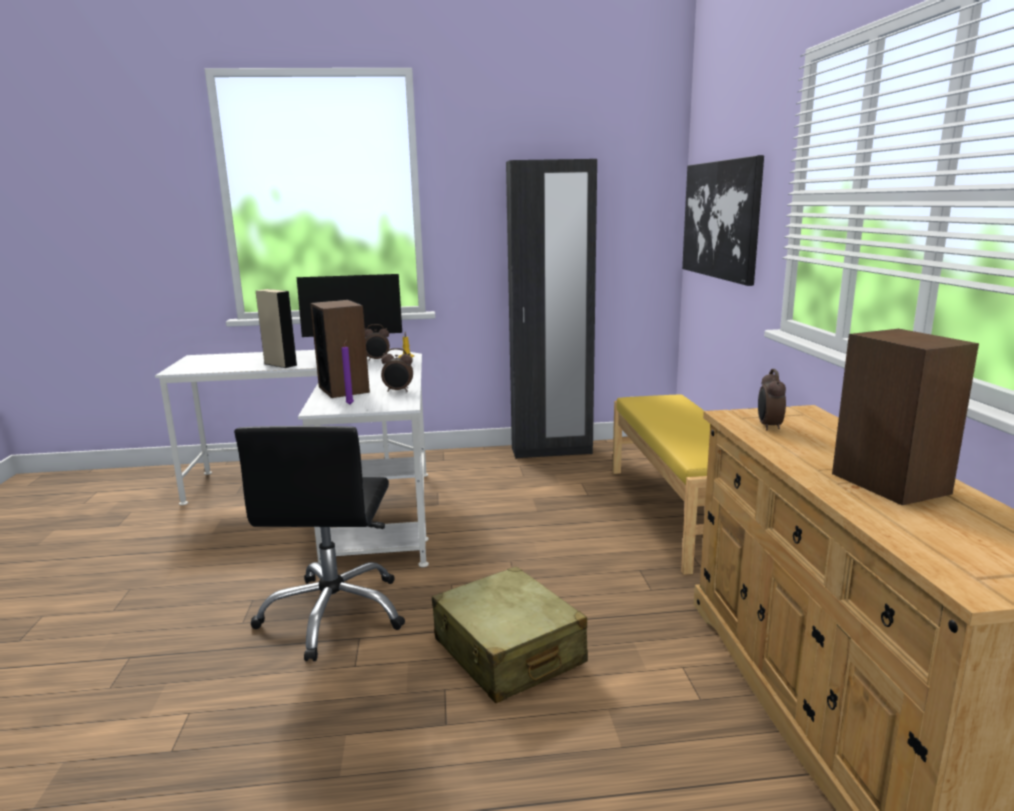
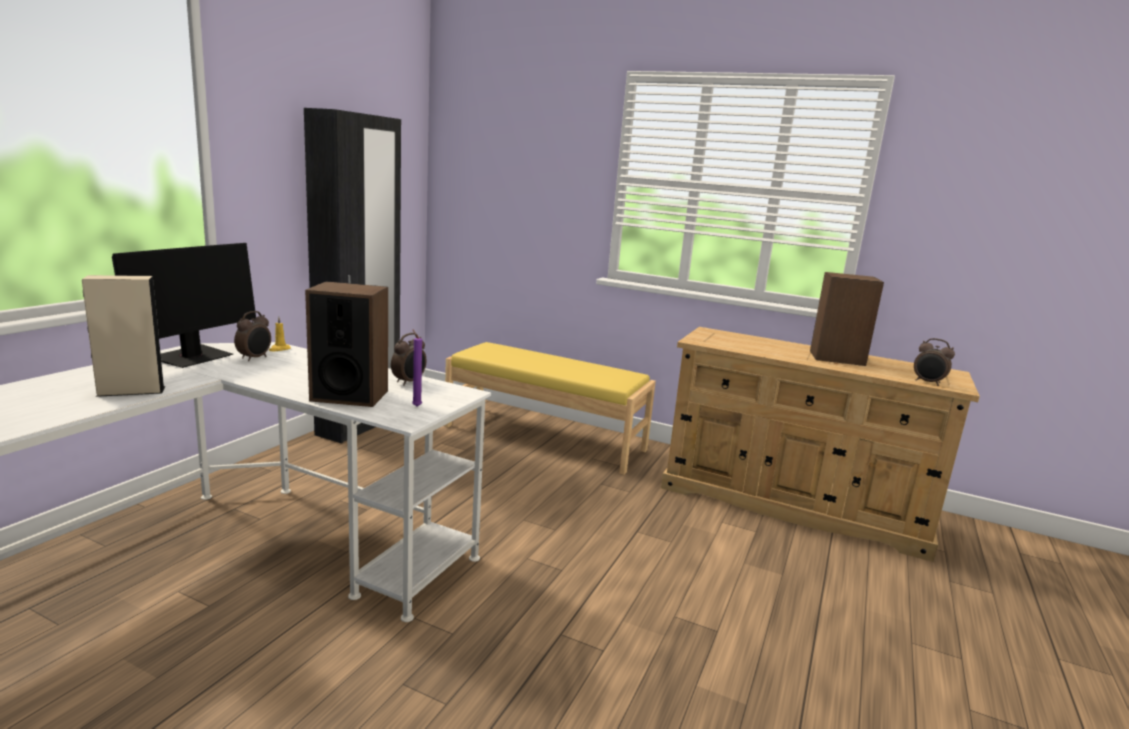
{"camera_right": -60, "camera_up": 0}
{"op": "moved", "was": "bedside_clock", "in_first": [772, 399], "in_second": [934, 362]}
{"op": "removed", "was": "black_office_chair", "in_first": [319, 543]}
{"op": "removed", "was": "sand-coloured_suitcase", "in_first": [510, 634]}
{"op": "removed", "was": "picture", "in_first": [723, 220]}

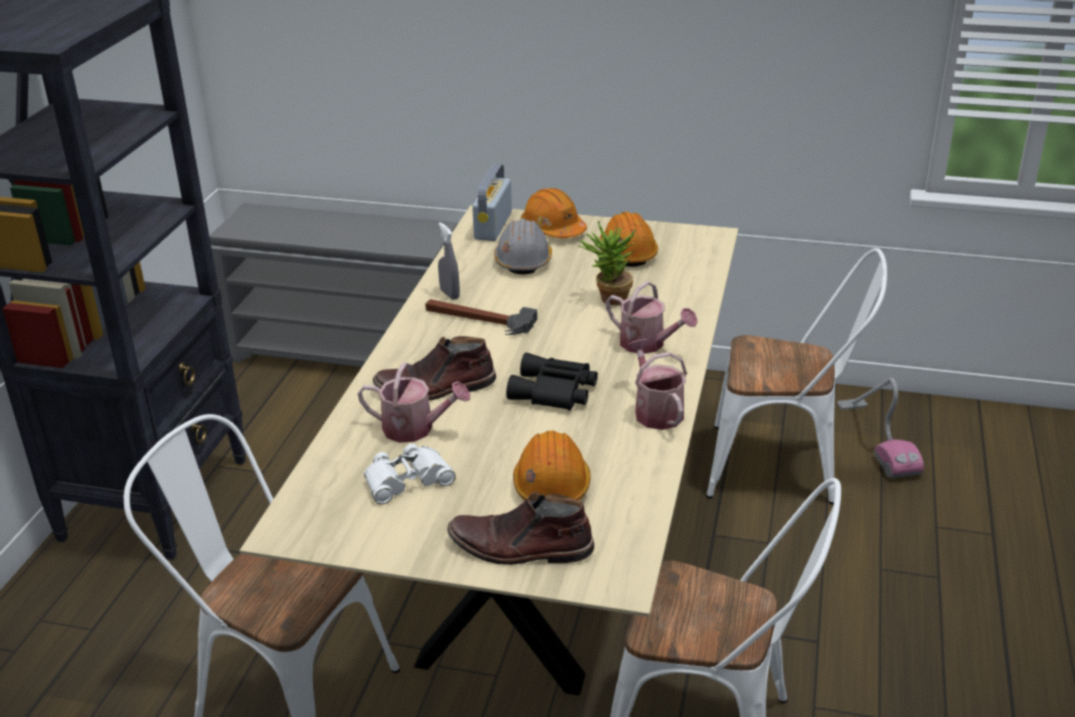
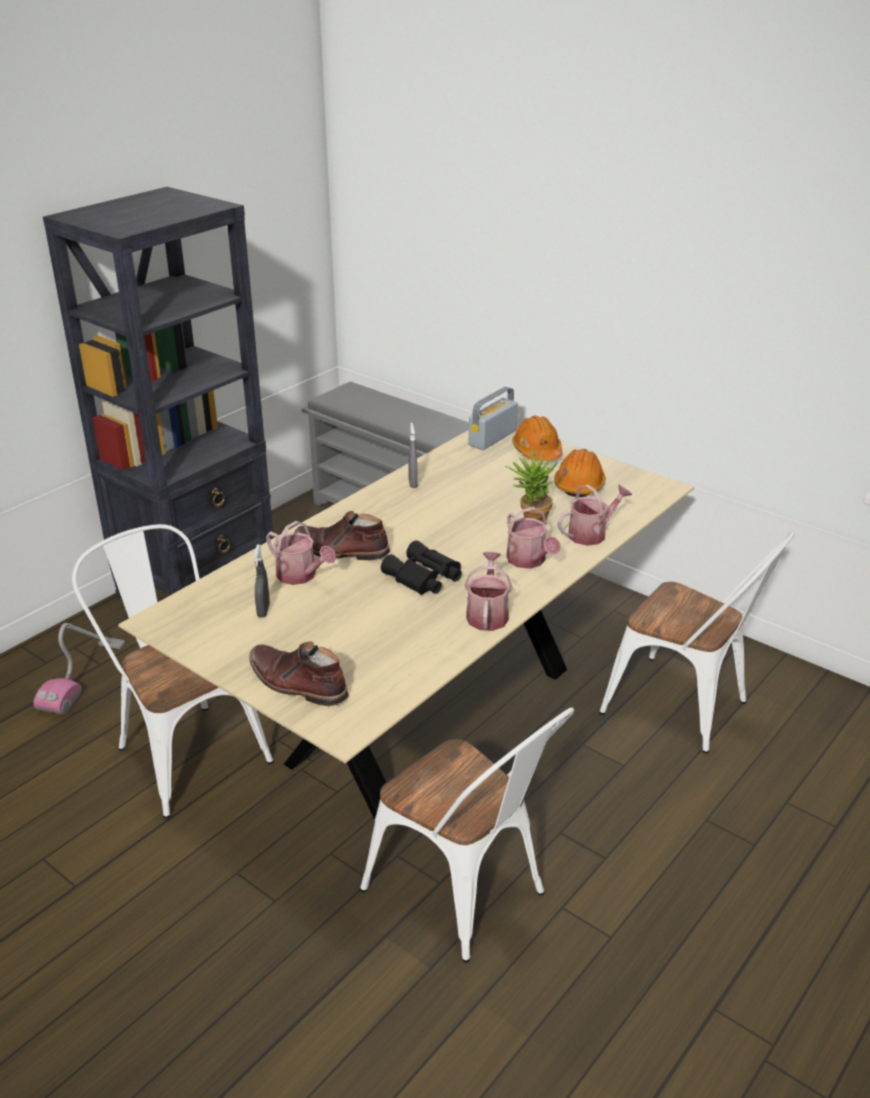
{"camera_right": 25, "camera_up": 0}
{"op": "moved", "was": "vacuum", "in_first": [880, 428], "in_second": [79, 669]}
{"op": "replaced", "was": "white_field_glasses", "now": "gray_sprayer", "in_first": [410, 474], "in_second": [262, 581]}
{"op": "added", "now": "sprinkling_can", "in_second": [595, 515]}
{"op": "removed", "was": "hand_hammer", "in_first": [481, 317]}
{"op": "removed", "was": "gray_work_helmet", "in_first": [523, 247]}
{"op": "removed", "was": "orange_work_helmet", "in_first": [552, 466]}

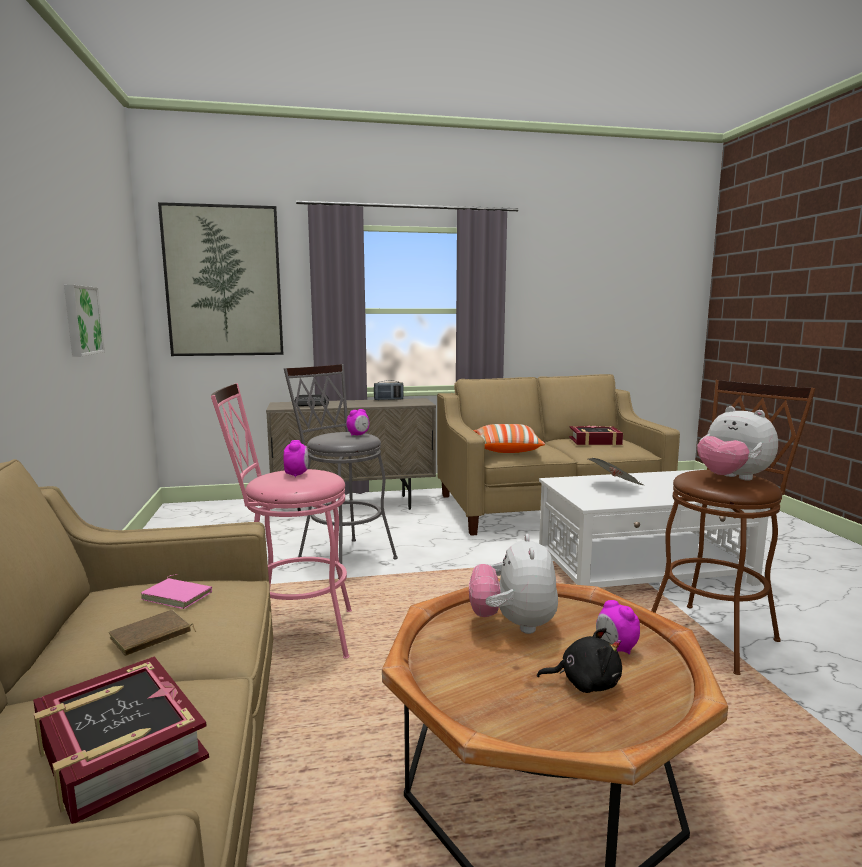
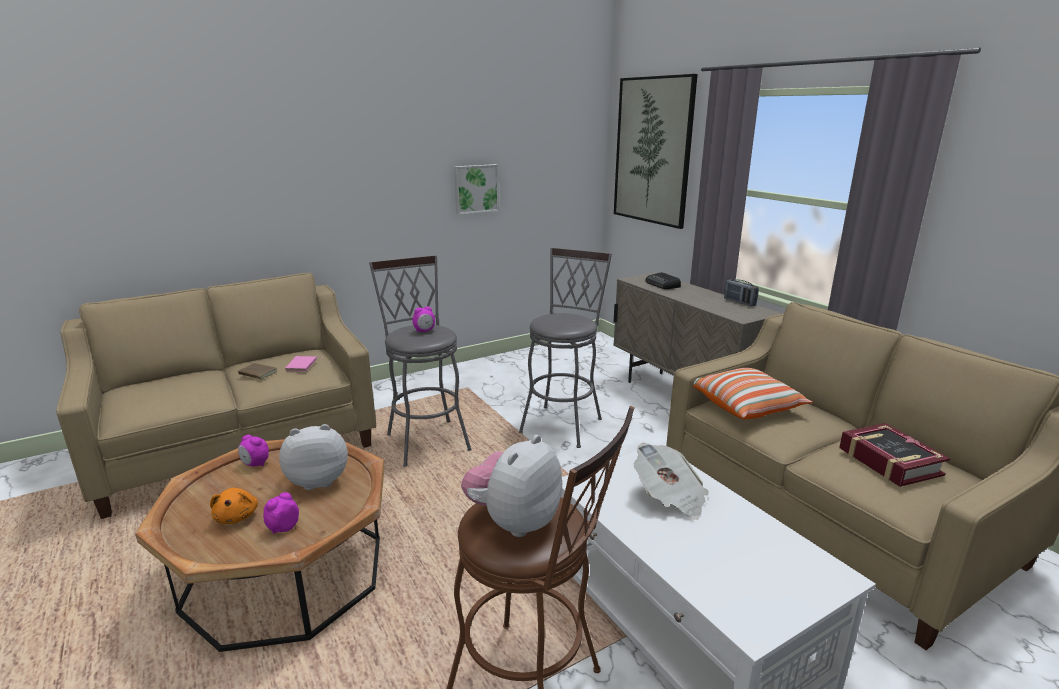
{"camera_right": 70, "camera_up": 10}
{"op": "recoloured", "was": "black_plush_toy", "now": "orange_plush_toy", "in_first": [579, 660], "in_second": [234, 506]}
{"op": "moved", "was": "bedside_clock", "in_first": [358, 422], "in_second": [253, 450]}
{"op": "recoloured", "was": "pink-coloured_sitting_stool", "now": "gray_sitting_stool", "in_first": [281, 521], "in_second": [420, 361]}
{"op": "removed", "was": "volume", "in_first": [121, 740]}

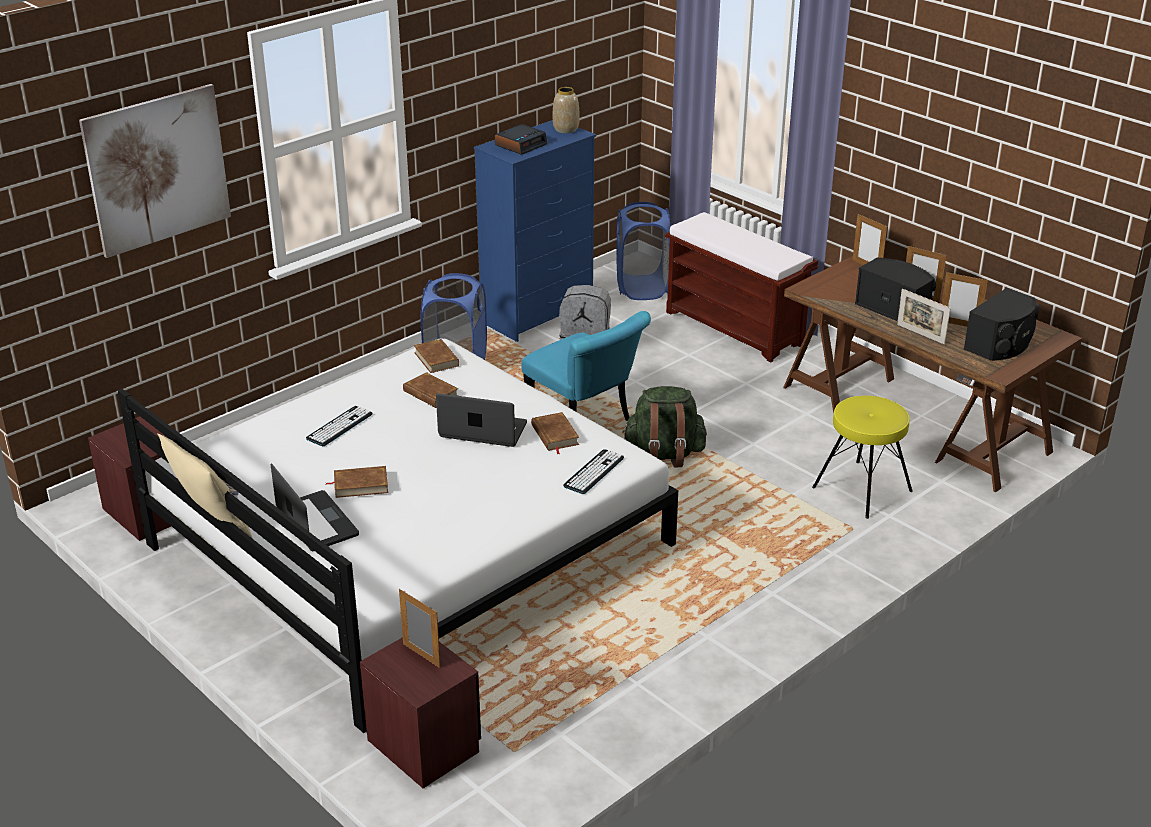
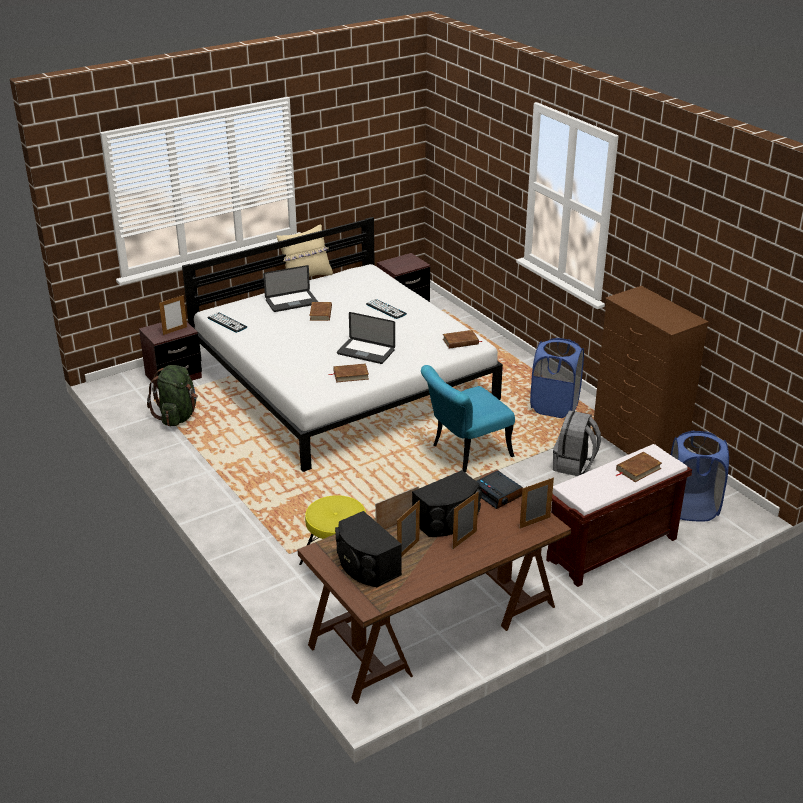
{"camera_right": 100, "camera_up": 0}
{"op": "moved", "was": "greenish_rucksack", "in_first": [664, 427], "in_second": [172, 395]}
{"op": "moved", "was": "keyboard", "in_first": [593, 471], "in_second": [227, 322]}
{"op": "turned", "was": "notebook_computer", "in_first": [481, 420], "in_second": [366, 338], "clockwise": 90}
{"op": "moved", "was": "bedside_clock", "in_first": [521, 139], "in_second": [500, 490]}
{"op": "recoloured", "was": "bluish_chest_of_drawers", "now": "brownish_chest_of_drawers", "in_first": [535, 231], "in_second": [651, 370]}
{"op": "moved", "was": "brownish_volume", "in_first": [430, 390], "in_second": [639, 467]}
{"op": "removed", "was": "picture", "in_first": [155, 171]}
{"op": "removed", "was": "flower_vase", "in_first": [566, 110]}

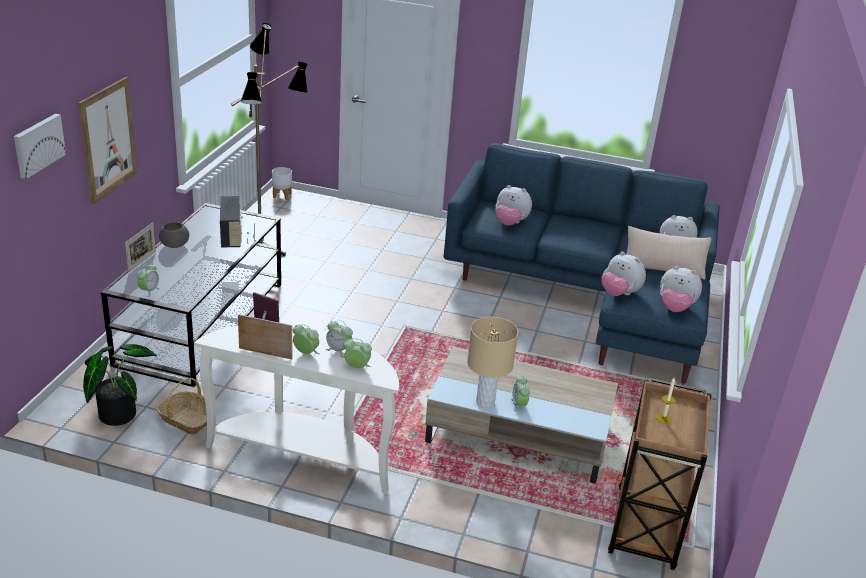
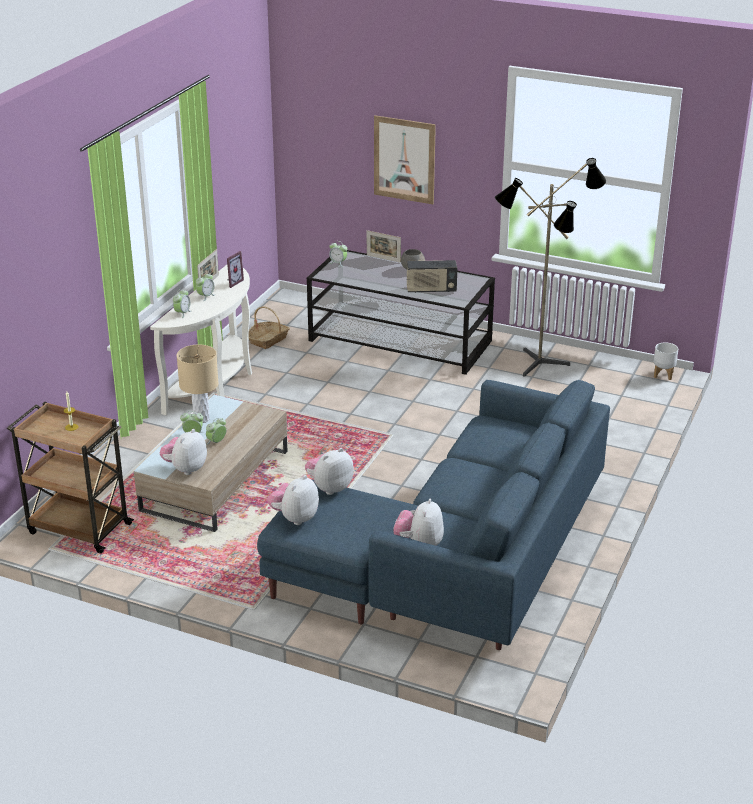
{"camera_right": 100, "camera_up": 0}
{"op": "moved", "was": "plush_toy", "in_first": [513, 205], "in_second": [183, 452]}
{"op": "moved", "was": "bedside_clock", "in_first": [339, 339], "in_second": [216, 431]}
{"op": "removed", "was": "picture", "in_first": [40, 146]}
{"op": "removed", "was": "plant_in_a_pot", "in_first": [120, 385]}
{"op": "removed", "was": "sand-coloured_pillow", "in_first": [669, 253]}

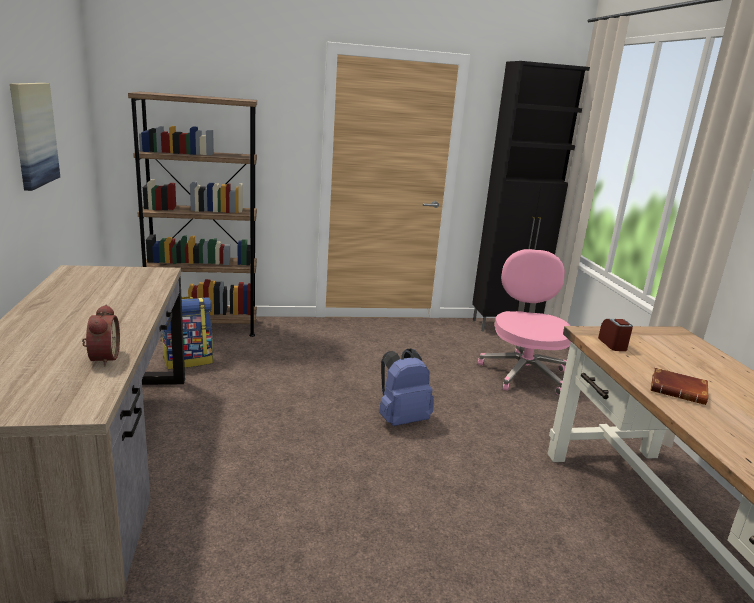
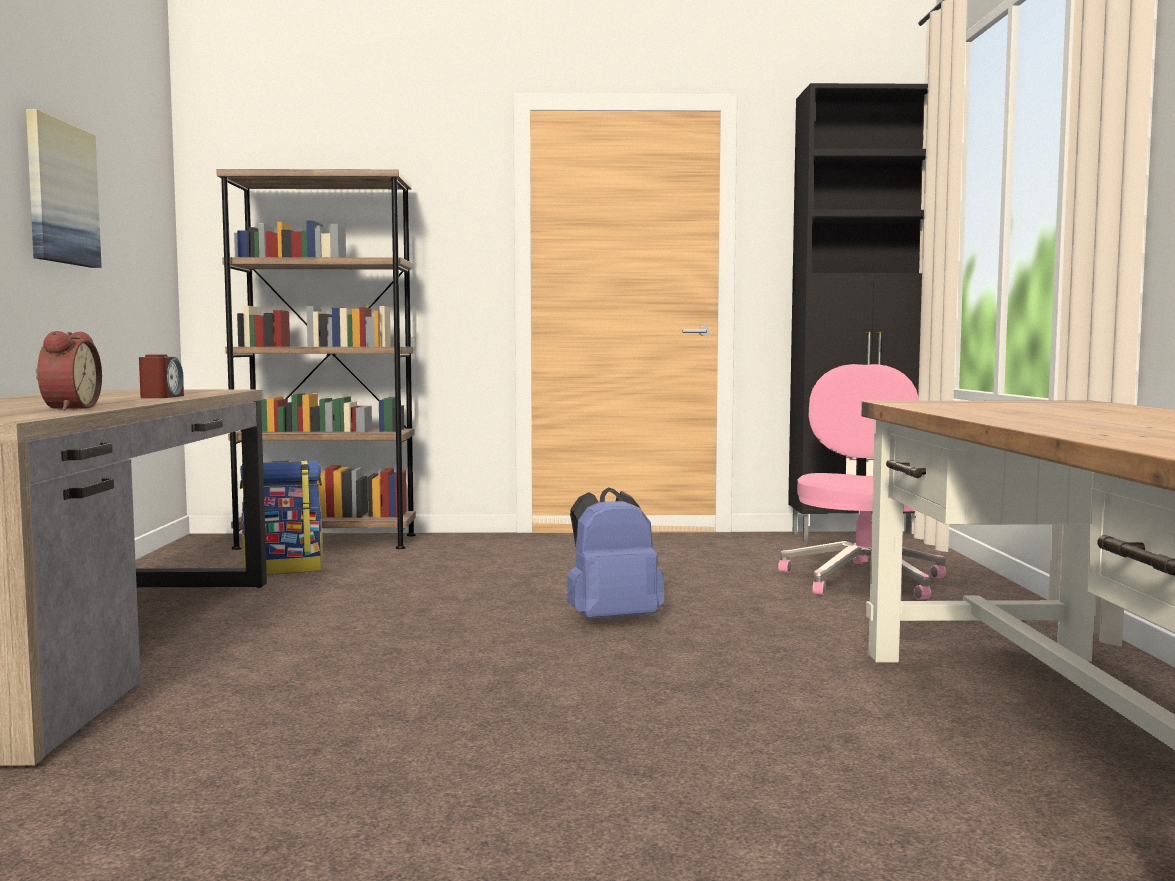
{"camera_right": 10, "camera_up": -15}
{"op": "moved", "was": "bedside_clock", "in_first": [615, 335], "in_second": [161, 376]}
{"op": "removed", "was": "brownish_volume", "in_first": [679, 386]}

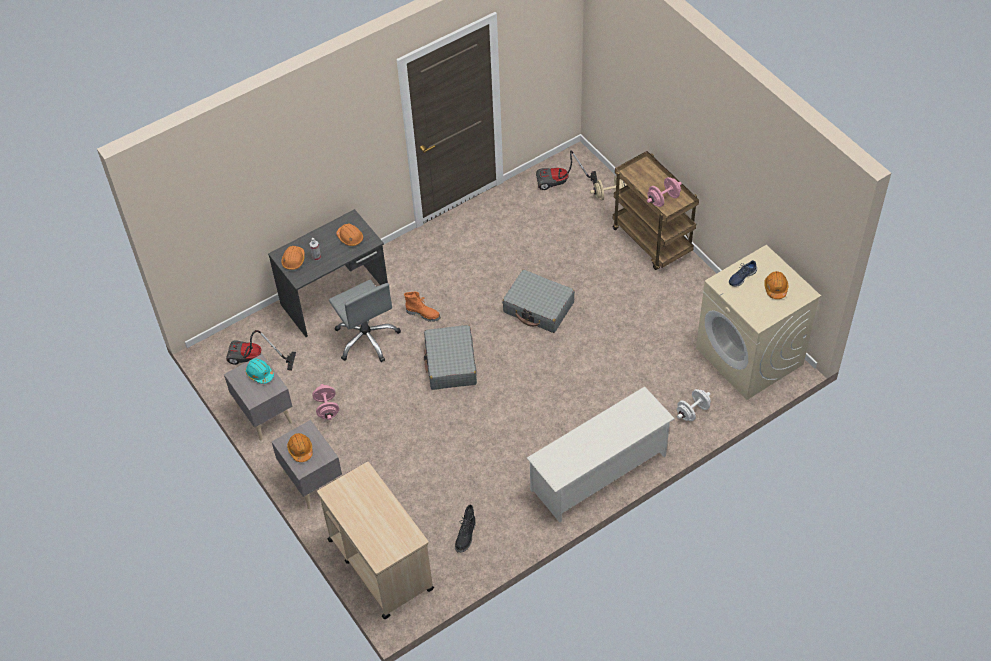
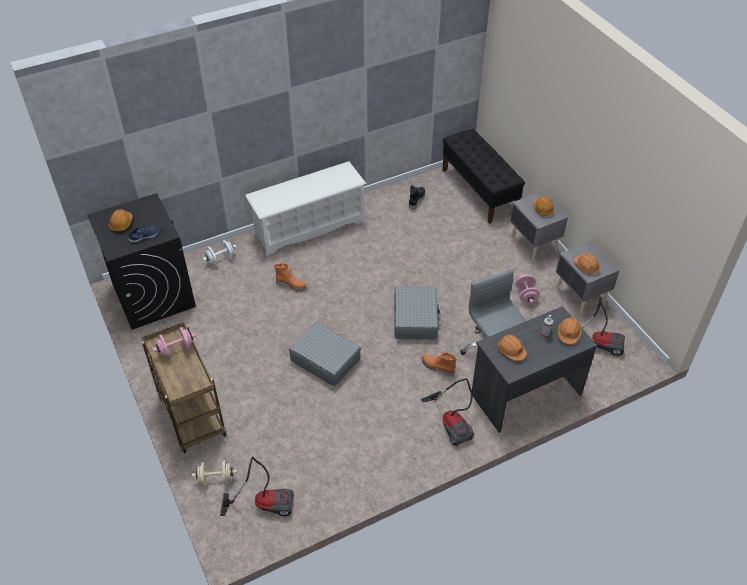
{"camera_right": -175, "camera_up": -5}
{"op": "recoloured", "was": "sand-coloured_washing_machine", "now": "black_washing_machine", "in_first": [758, 322], "in_second": [141, 261]}
{"op": "added", "now": "orange_boot", "in_second": [290, 277]}
{"op": "added", "now": "vacuum", "in_second": [447, 413]}
{"op": "replaced", "was": "sand-coloured_cart", "now": "black_indoor_bench", "in_first": [375, 540], "in_second": [483, 176]}
{"op": "recoloured", "was": "turquoise_work_helmet", "now": "orange_work_helmet", "in_first": [259, 371], "in_second": [587, 263]}

